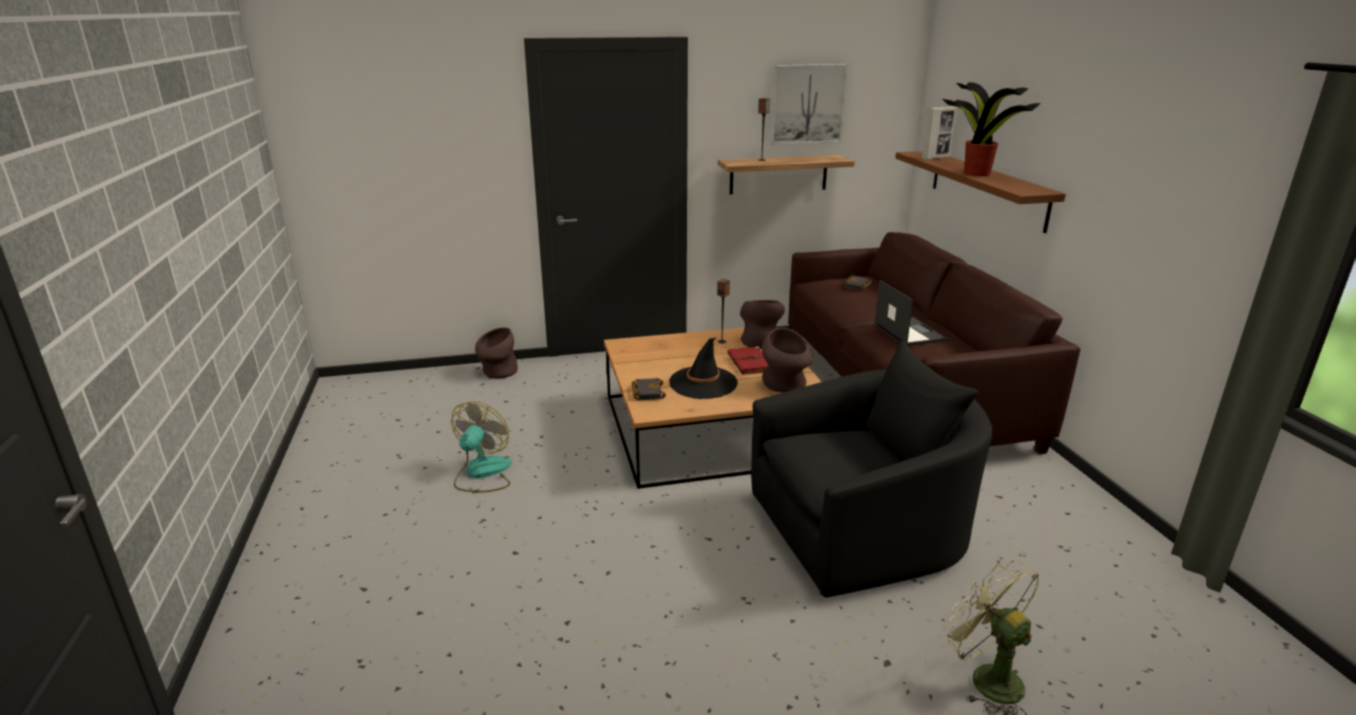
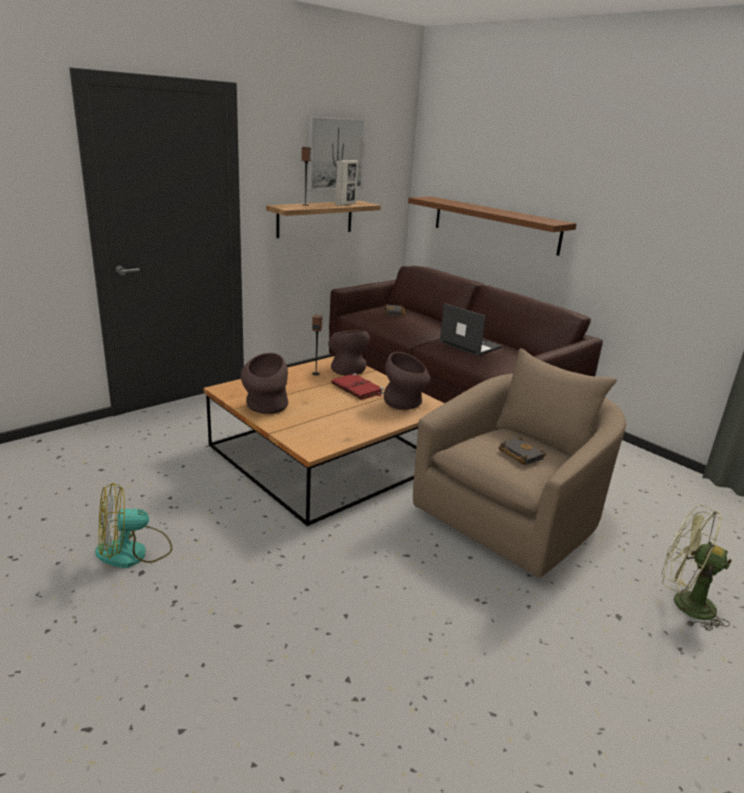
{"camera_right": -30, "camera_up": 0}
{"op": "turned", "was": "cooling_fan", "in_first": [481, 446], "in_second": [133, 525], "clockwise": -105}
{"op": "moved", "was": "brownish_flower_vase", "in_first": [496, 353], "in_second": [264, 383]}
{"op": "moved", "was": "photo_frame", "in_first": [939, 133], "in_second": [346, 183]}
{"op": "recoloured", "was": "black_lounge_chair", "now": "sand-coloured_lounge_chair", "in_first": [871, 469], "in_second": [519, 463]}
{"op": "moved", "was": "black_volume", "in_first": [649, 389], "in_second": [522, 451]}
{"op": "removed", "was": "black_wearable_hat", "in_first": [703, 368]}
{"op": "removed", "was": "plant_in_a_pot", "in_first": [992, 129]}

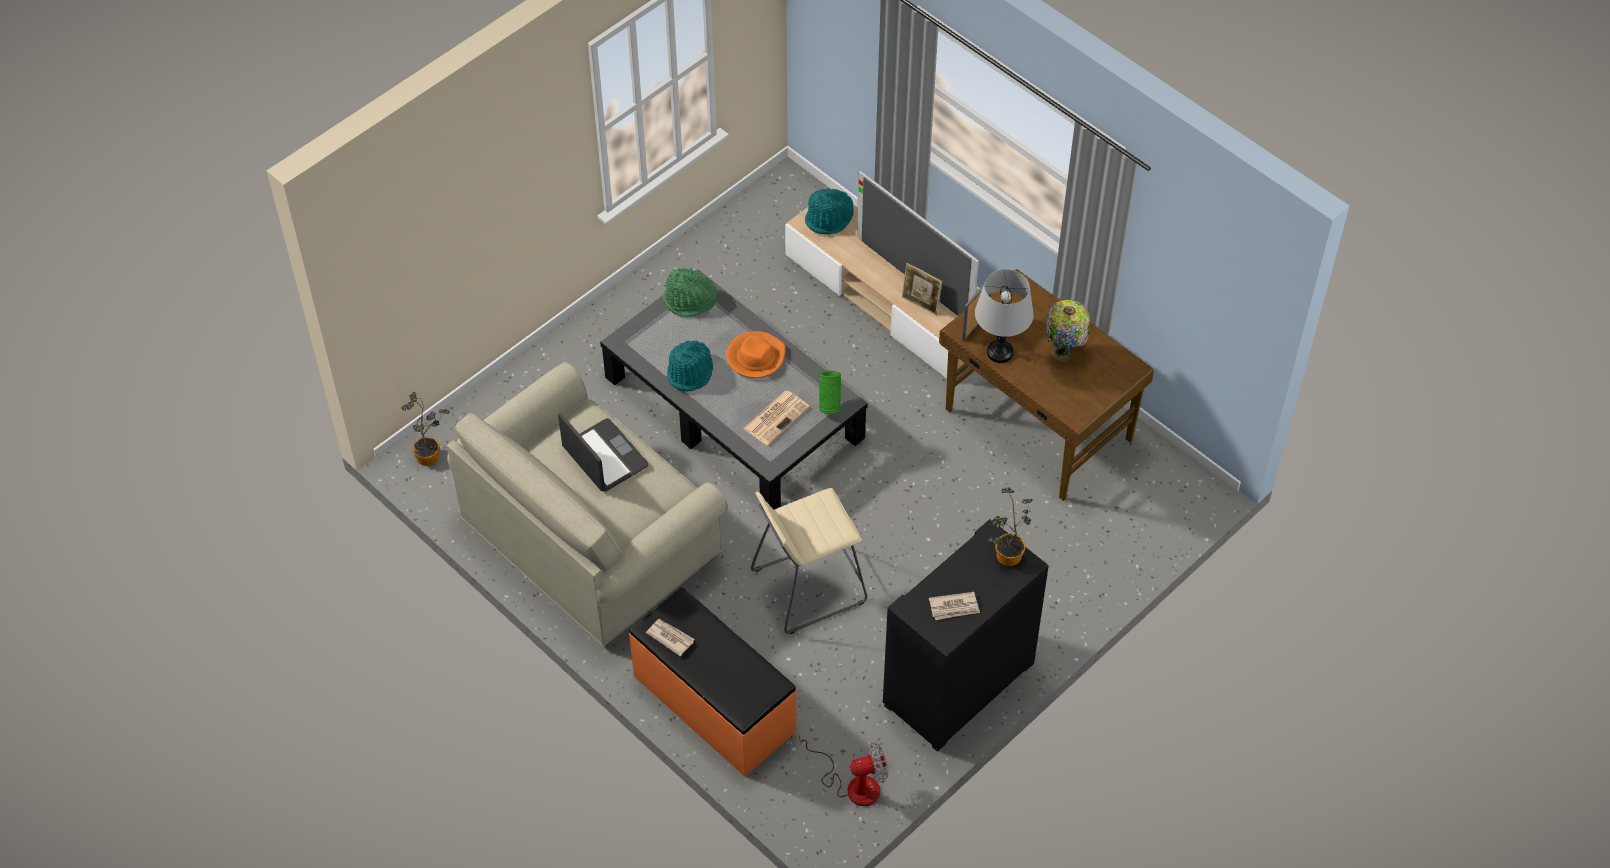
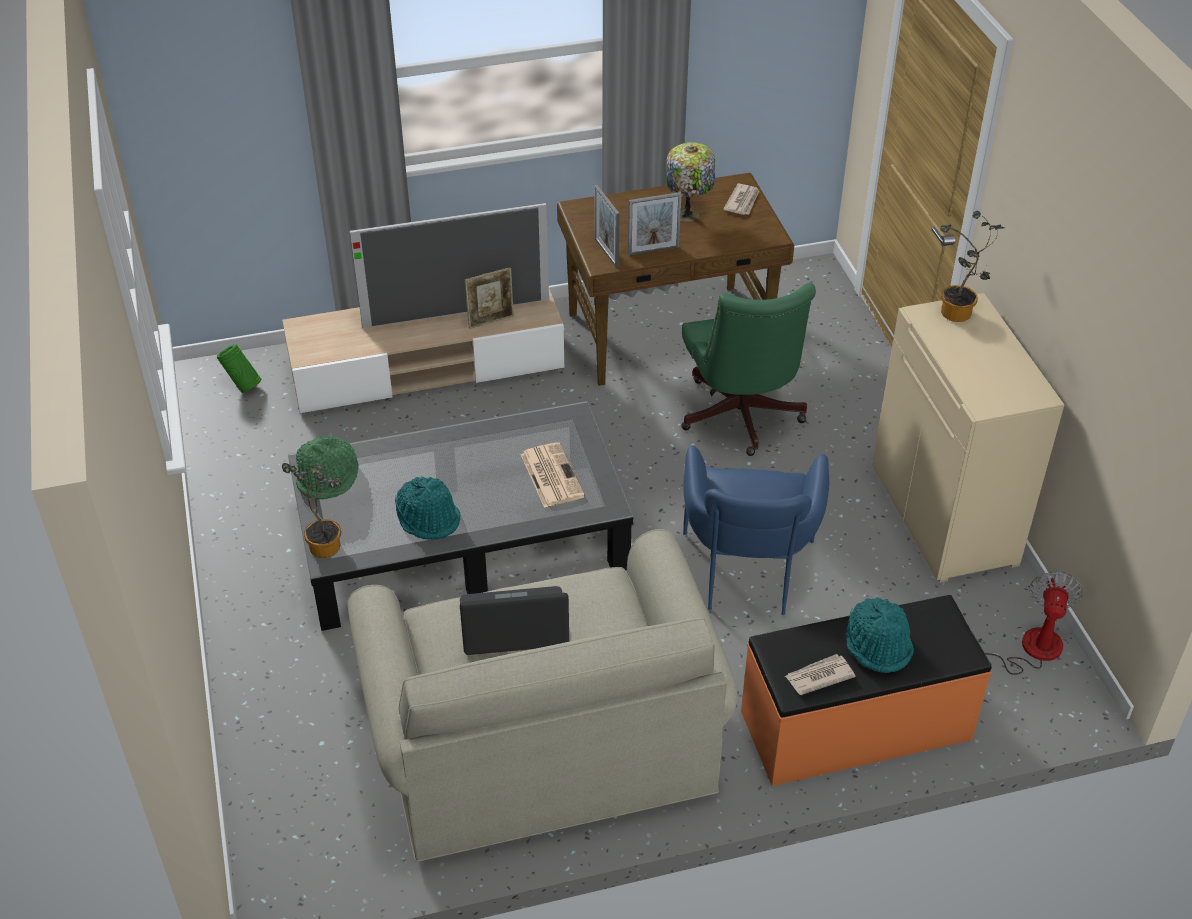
{"camera_right": -60, "camera_up": -10}
{"op": "moved", "was": "greenish_flower_vase", "in_first": [830, 392], "in_second": [239, 368]}
{"op": "moved", "was": "plant_in_a_pot", "in_first": [425, 429], "in_second": [312, 510]}
{"op": "replaced", "was": "gray_lamp_for_a_table", "now": "photo_frame", "in_first": [1004, 316], "in_second": [655, 223]}
{"op": "added", "now": "greenish_office_chair", "in_second": [748, 369]}
{"op": "replaced", "was": "sand-coloured_sitting_stool", "now": "bluish_lounge_chair", "in_first": [809, 561], "in_second": [756, 530]}
{"op": "moved", "was": "printed_paper", "in_first": [954, 606], "in_second": [741, 199]}
{"op": "moved", "was": "turquoise_wearable_hat", "in_first": [829, 212], "in_second": [880, 635]}
{"op": "recoloured", "was": "black_storage_cabinet", "now": "sand-coloured_storage_cabinet", "in_first": [966, 635], "in_second": [968, 438]}
{"op": "removed", "was": "orange_wearable_hat", "in_first": [756, 354]}

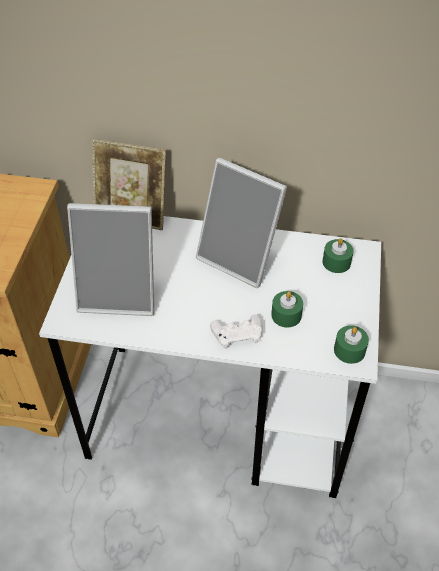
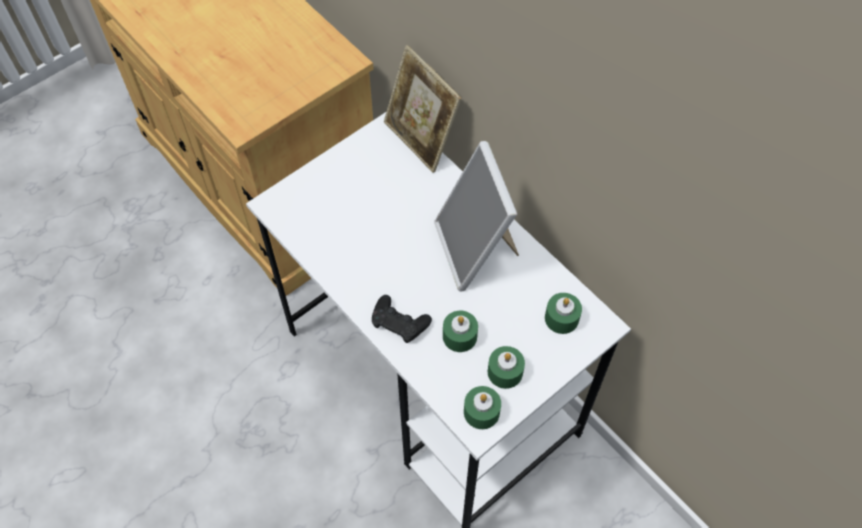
{"camera_right": 40, "camera_up": 10}
{"op": "recoloured", "was": "white_game_controller", "now": "black_game_controller", "in_first": [236, 331], "in_second": [402, 319]}
{"op": "added", "now": "greenish_wax_light", "in_second": [506, 367]}
{"op": "removed", "was": "photo_frame", "in_first": [110, 259]}

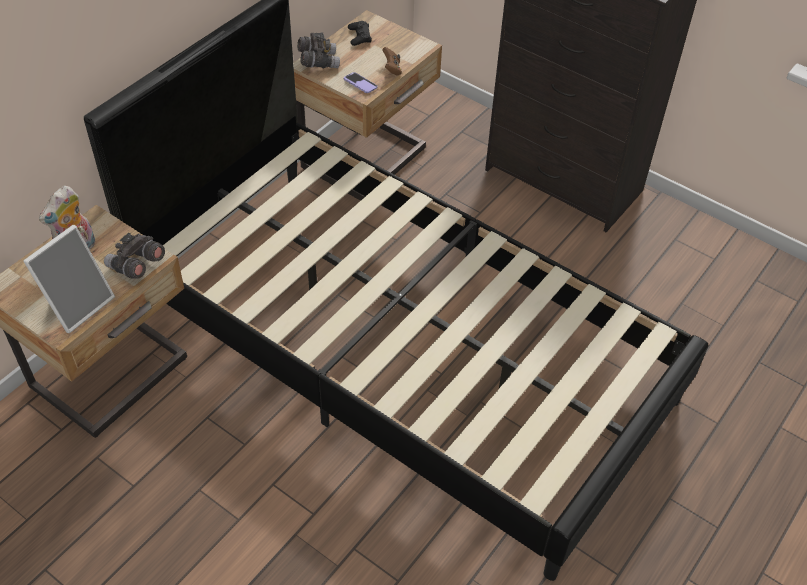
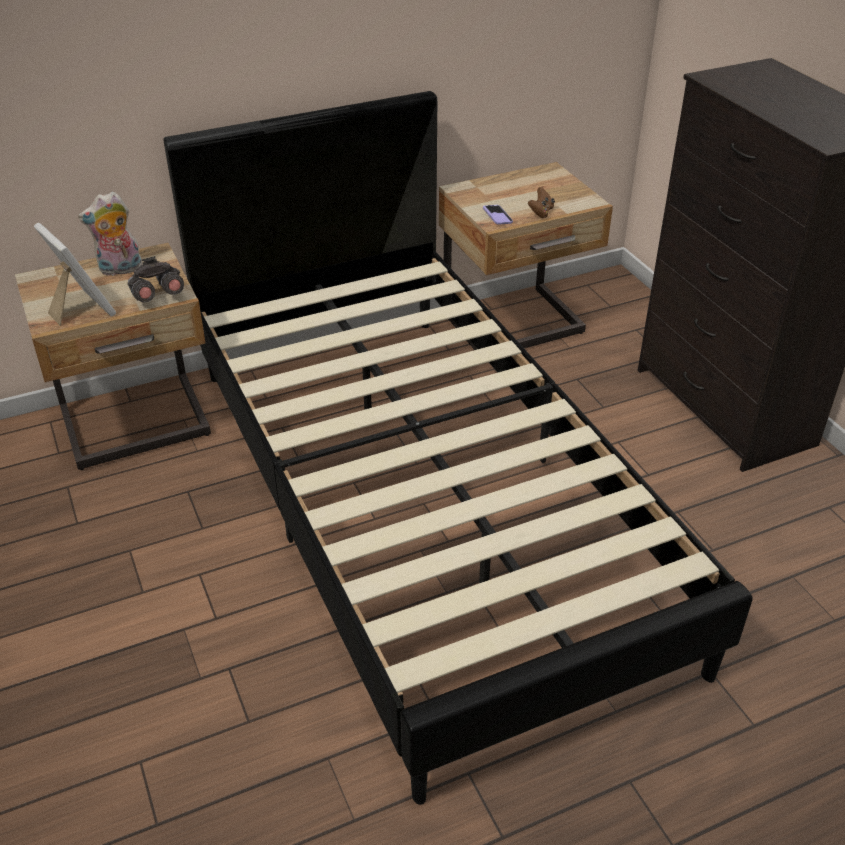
{"camera_right": 30, "camera_up": -10}
{"op": "turned", "was": "photo_frame", "in_first": [69, 279], "in_second": [75, 274], "clockwise": -105}
{"op": "removed", "was": "gray_field_glasses", "in_first": [318, 50]}
{"op": "removed", "was": "black_game_controller", "in_first": [360, 33]}

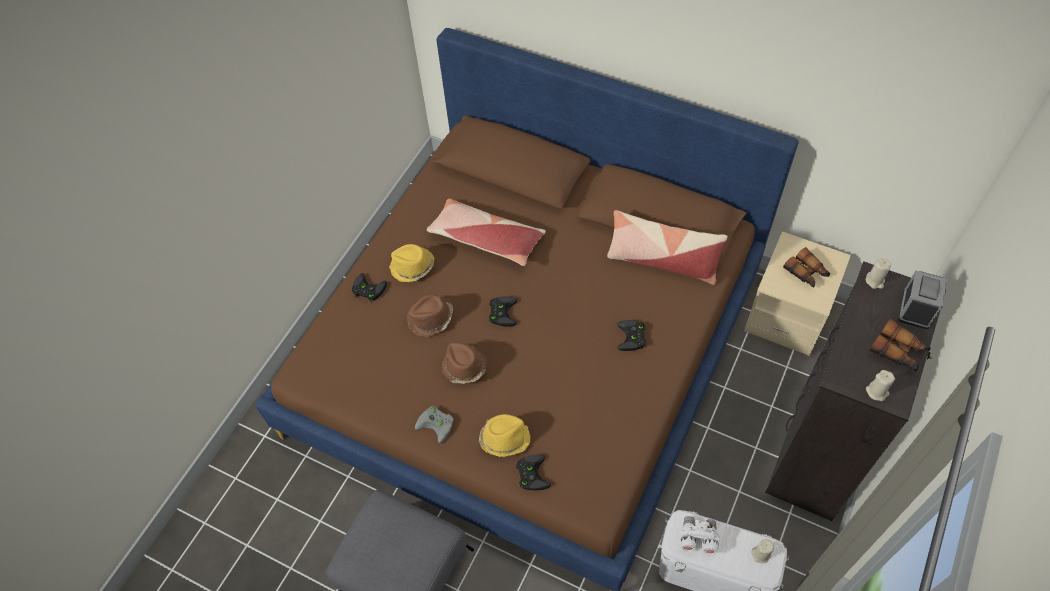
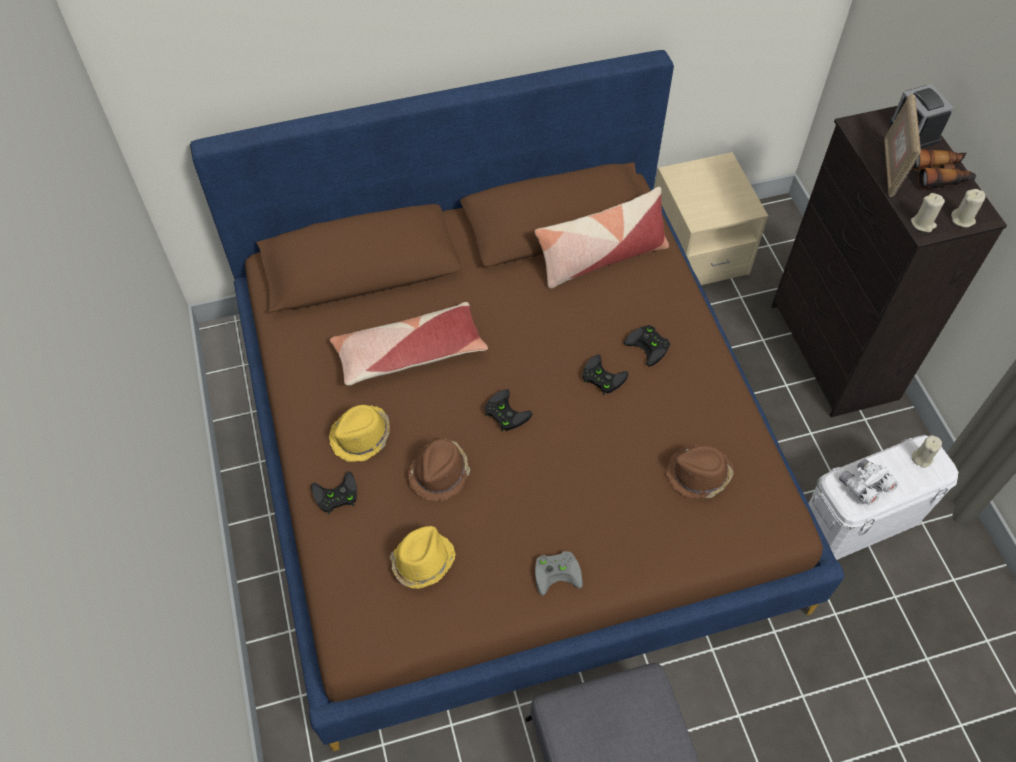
{"camera_right": -45, "camera_up": 0}
{"op": "moved", "was": "yellow-coloured_wearable_hat", "in_first": [504, 435], "in_second": [423, 557]}
{"op": "moved", "was": "black_game_controller", "in_first": [533, 472], "in_second": [605, 374]}
{"op": "moved", "was": "brownish_wearable_hat", "in_first": [464, 363], "in_second": [700, 472]}
{"op": "added", "now": "photo_frame", "in_second": [902, 145]}
{"op": "moved", "was": "sand-coloured_wax_light", "in_first": [878, 273], "in_second": [928, 212]}
{"op": "removed", "was": "field_glasses", "in_first": [806, 267]}

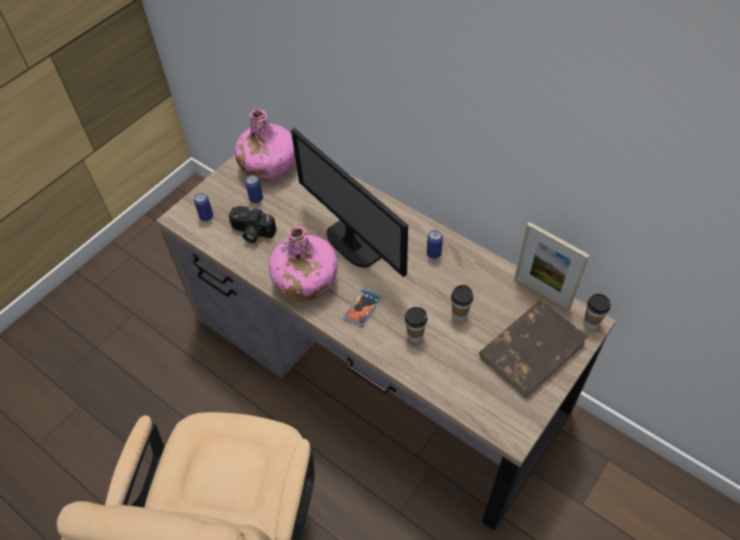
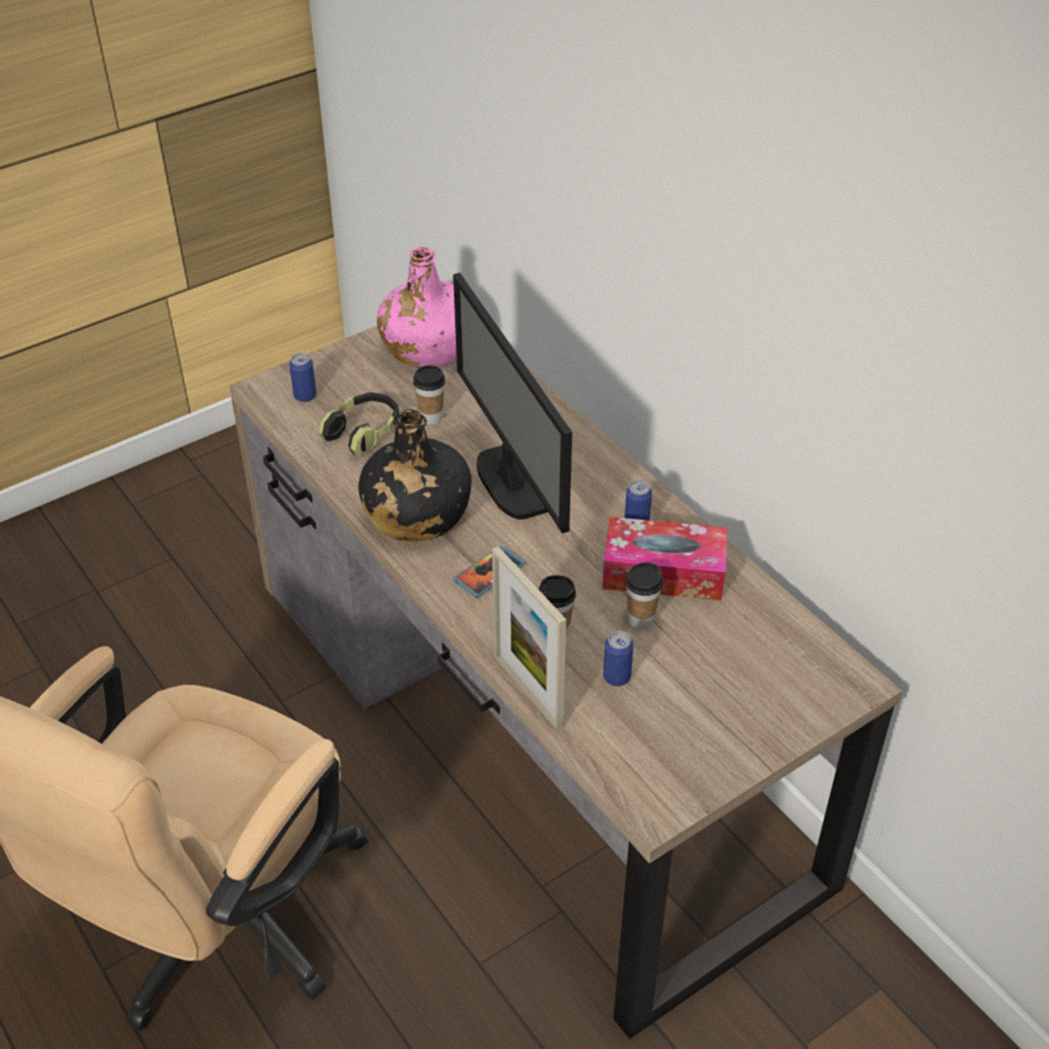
{"camera_right": 15, "camera_up": -10}
{"op": "replaced", "was": "still_camera", "now": "headset", "in_first": [252, 224], "in_second": [358, 424]}
{"op": "recoloured", "was": "pink-coloured_beverage_bottle", "now": "black_beverage_bottle", "in_first": [303, 263], "in_second": [414, 475]}
{"op": "moved", "was": "small_cup", "in_first": [597, 311], "in_second": [429, 395]}
{"op": "moved", "was": "photo_frame", "in_first": [551, 266], "in_second": [529, 638]}
{"op": "added", "now": "tissue_box", "in_second": [665, 558]}
{"op": "moved", "was": "can", "in_first": [254, 189], "in_second": [618, 658]}
{"op": "removed", "was": "brownish_volume", "in_first": [533, 349]}

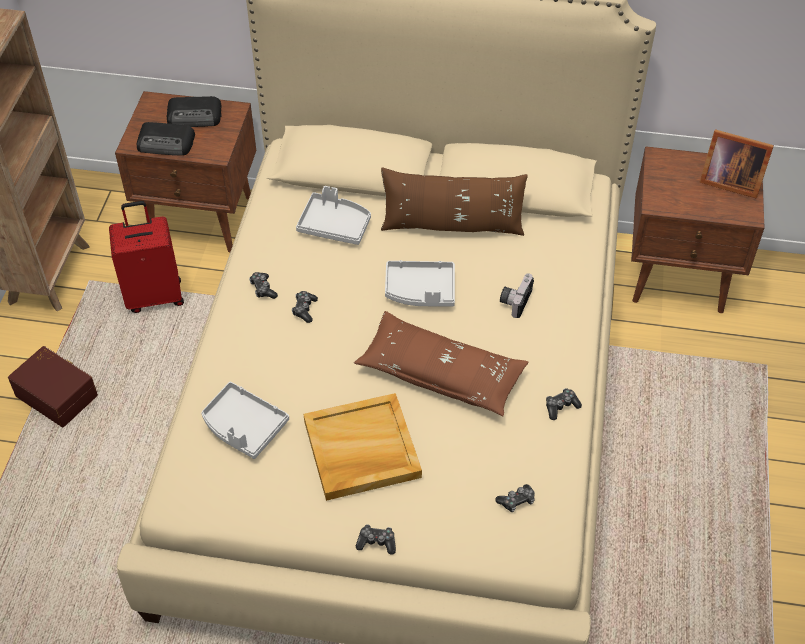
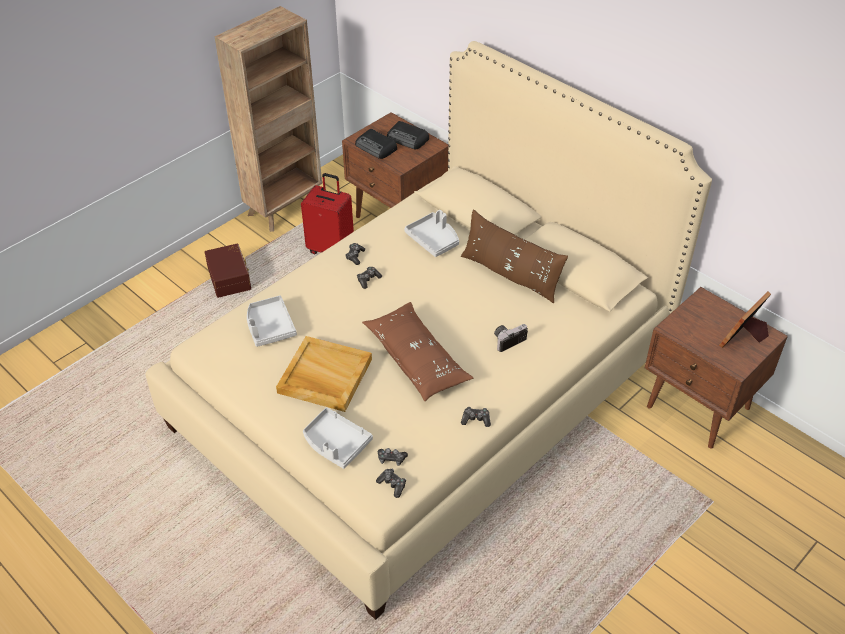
{"camera_right": 35, "camera_up": -5}
{"op": "moved", "was": "gray_serving_tray", "in_first": [420, 283], "in_second": [338, 438]}
{"op": "moved", "was": "game_controller", "in_first": [376, 539], "in_second": [391, 483]}
{"op": "turned", "was": "photo_frame", "in_first": [737, 164], "in_second": [745, 320], "clockwise": 75}

